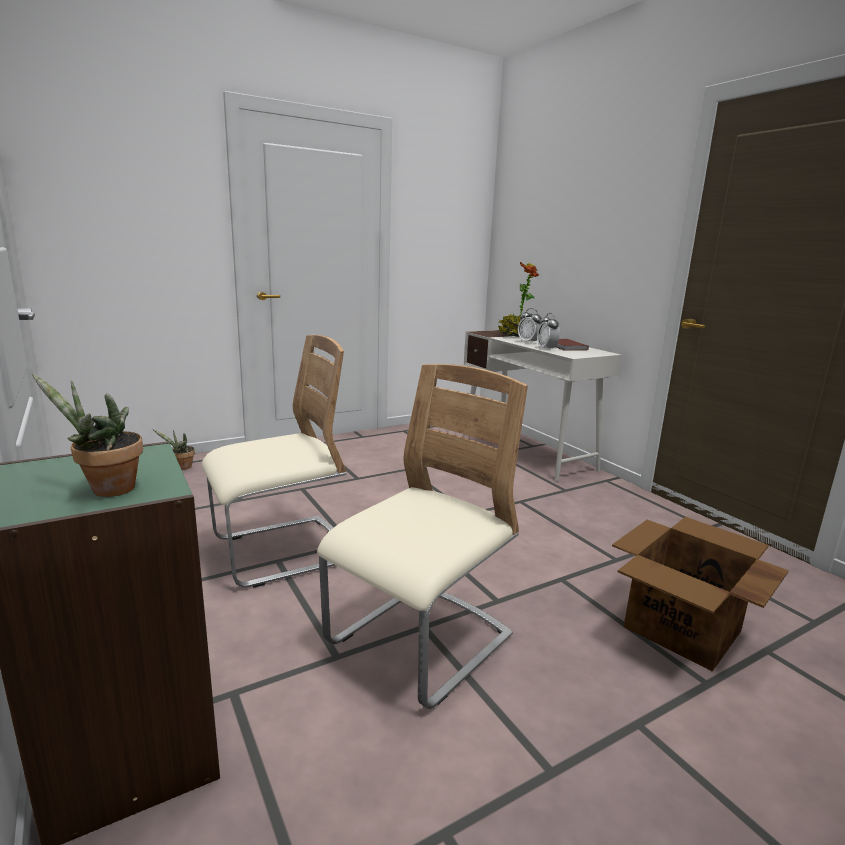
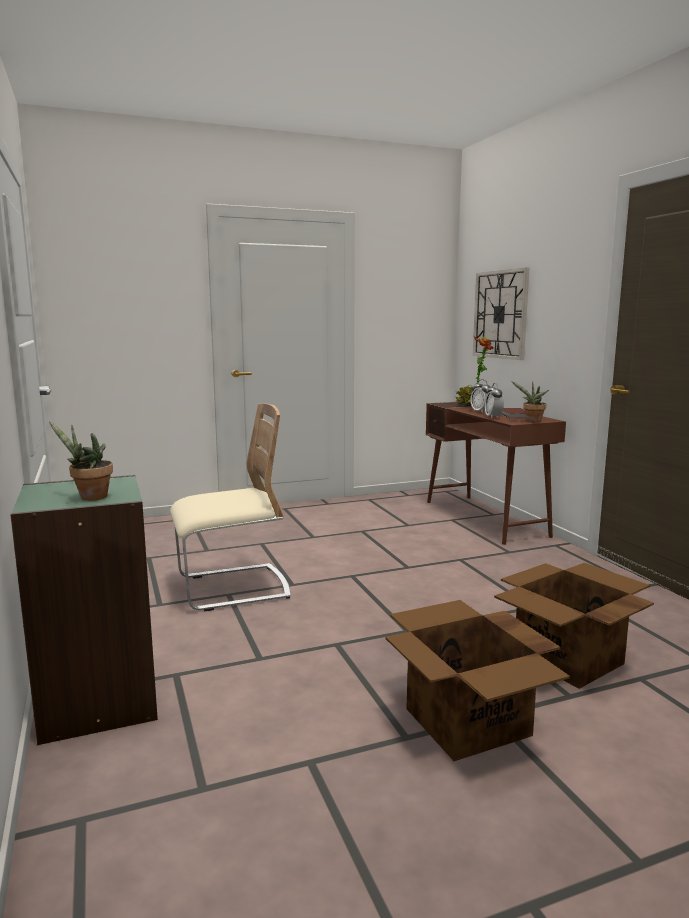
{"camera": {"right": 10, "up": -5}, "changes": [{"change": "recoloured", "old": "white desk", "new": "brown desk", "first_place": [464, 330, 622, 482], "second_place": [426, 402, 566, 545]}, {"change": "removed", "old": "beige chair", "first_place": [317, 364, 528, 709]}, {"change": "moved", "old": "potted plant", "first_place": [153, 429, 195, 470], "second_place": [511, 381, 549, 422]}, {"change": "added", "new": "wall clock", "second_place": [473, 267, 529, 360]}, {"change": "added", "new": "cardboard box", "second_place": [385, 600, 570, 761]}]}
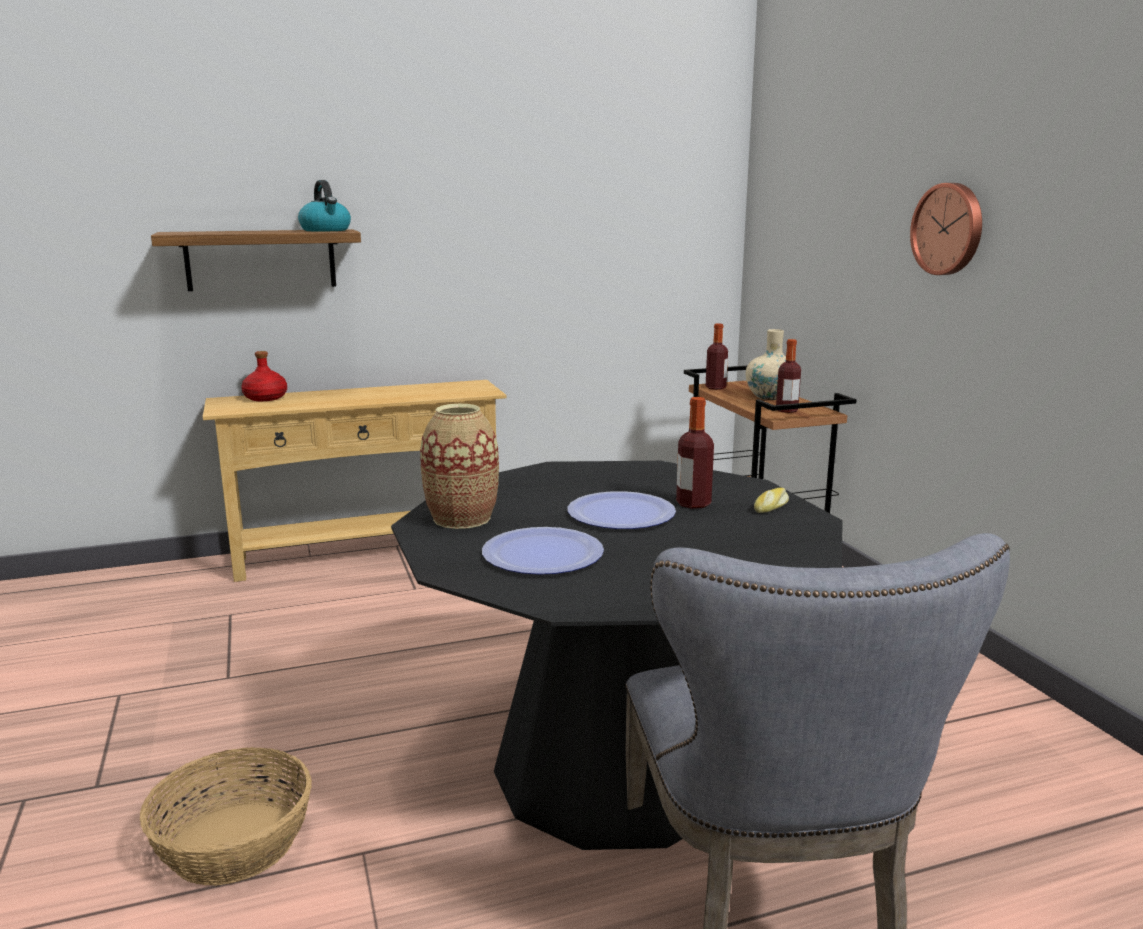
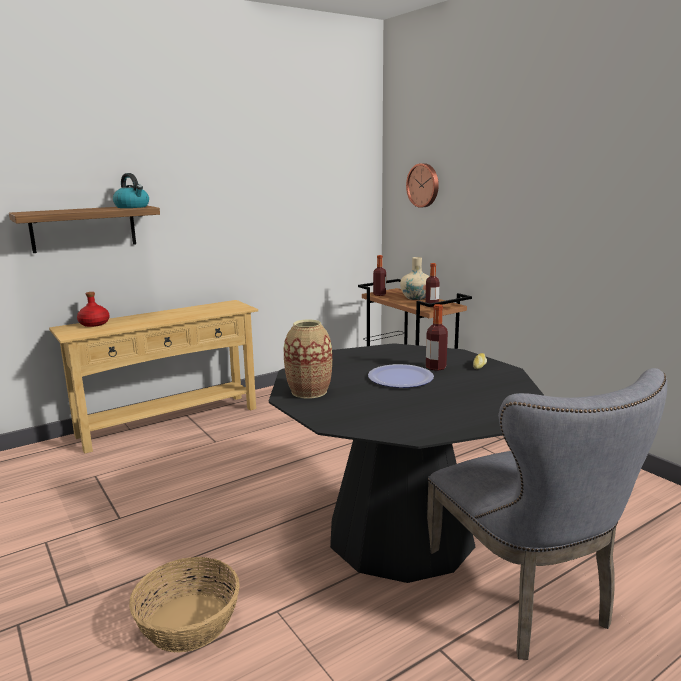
{"camera": {"right": -15, "up": 0}, "changes": [{"change": "moved", "old": "wall clock", "first_place": [910, 183, 982, 275], "second_place": [406, 163, 439, 208]}, {"change": "removed", "old": "plate", "first_place": [482, 527, 604, 575]}]}
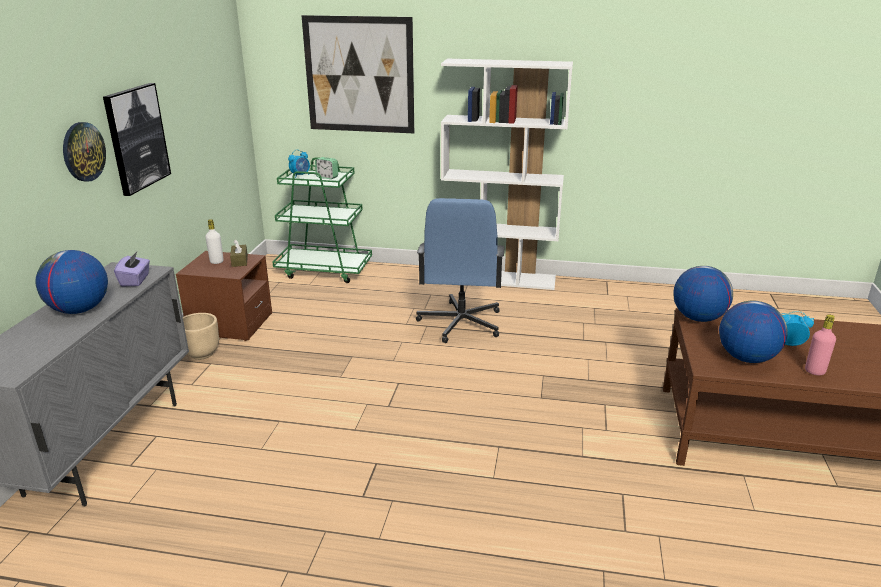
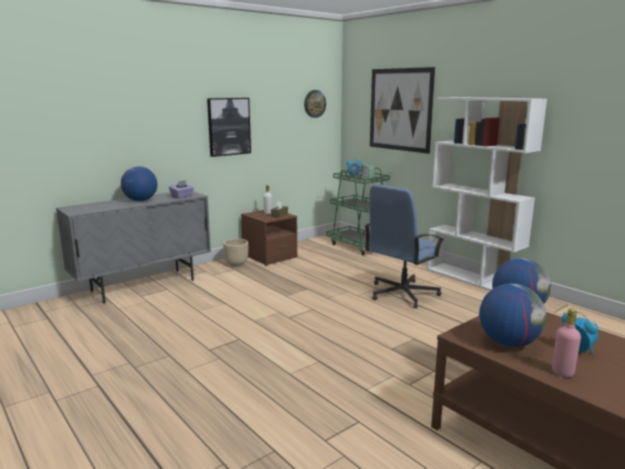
{"camera": {"right": 40, "up": -10}, "changes": [{"change": "moved", "old": "wall clock", "first_place": [63, 122, 106, 182], "second_place": [304, 90, 326, 118]}]}
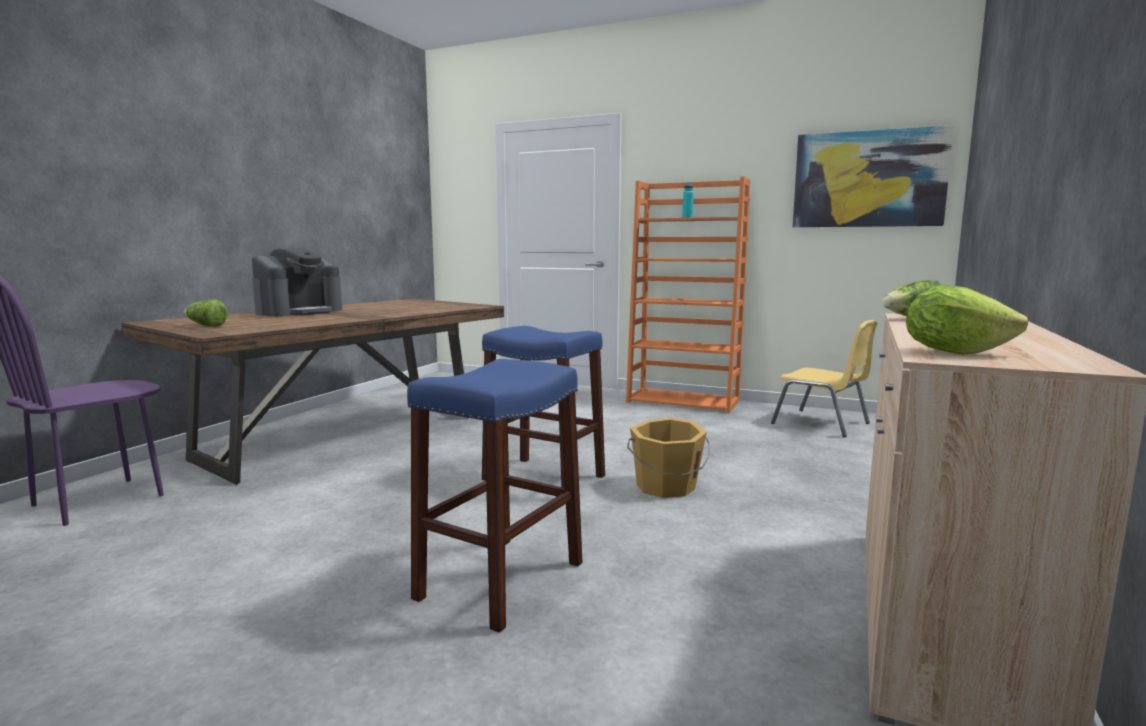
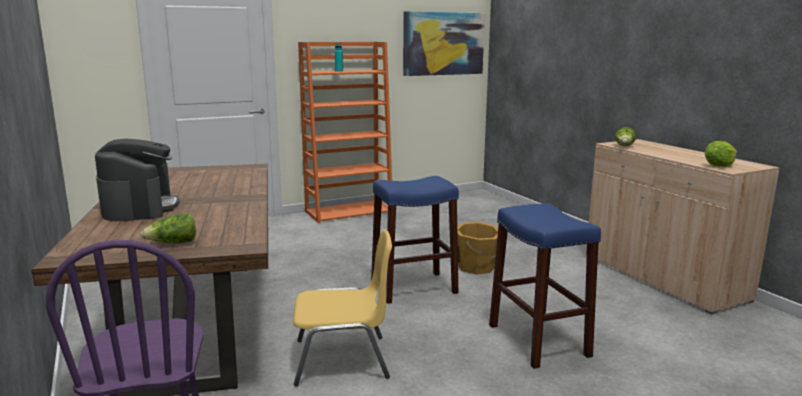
{"camera": {"right": -50, "up": 5}, "changes": [{"change": "moved", "old": "yellow chair", "first_place": [771, 320, 878, 437], "second_place": [293, 230, 392, 386]}]}
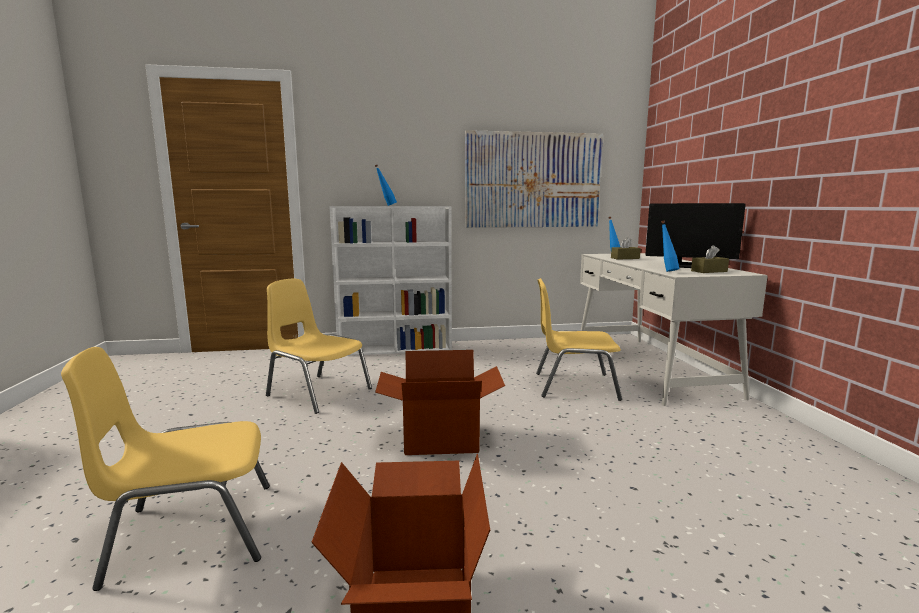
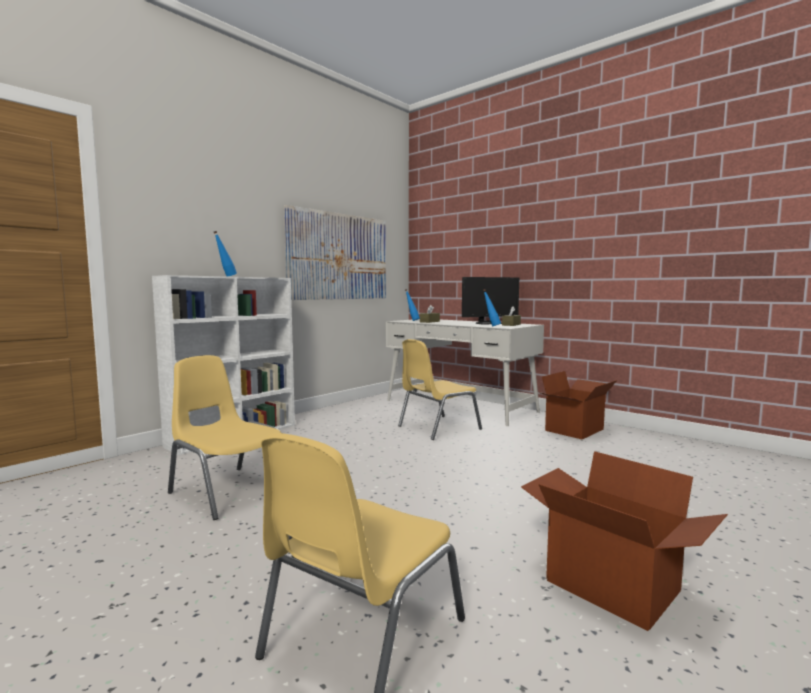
{"camera": {"right": -40, "up": -5}, "changes": [{"change": "turned", "old": "yellow chair", "first_place": [266, 279, 372, 414], "second_place": [168, 355, 281, 520], "degrees": 45}, {"change": "moved", "old": "cardboard box", "first_place": [375, 350, 505, 455], "second_place": [539, 371, 617, 439]}]}
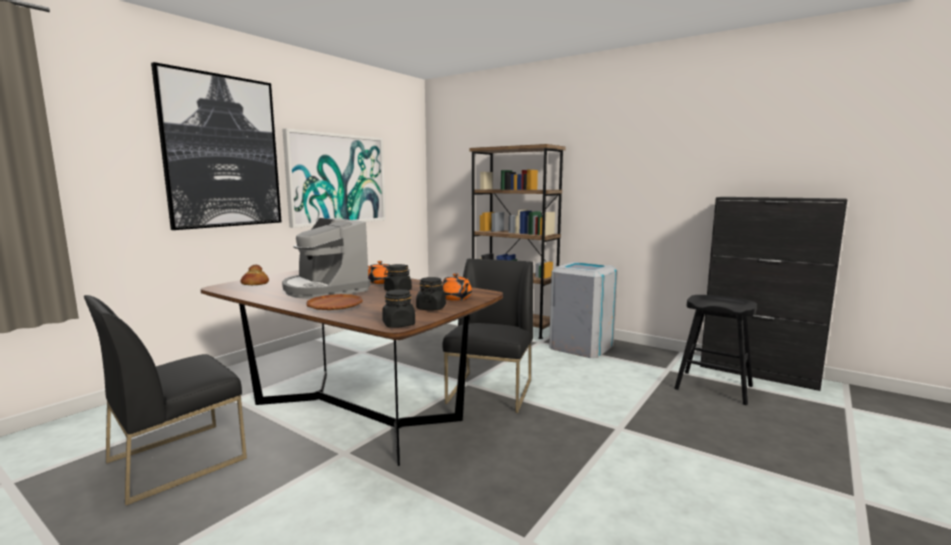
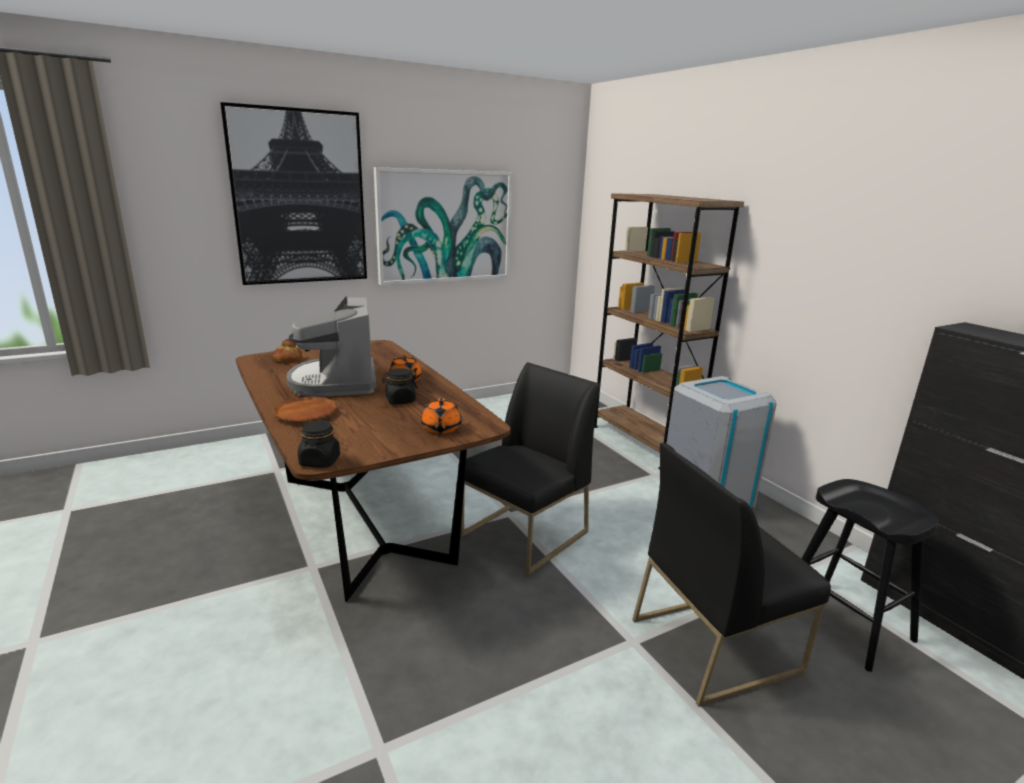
{"camera": {"right": 25, "up": 10}, "changes": [{"change": "removed", "old": "black jar", "first_place": [416, 277, 446, 311]}, {"change": "moved", "old": "black chair", "first_place": [84, 295, 247, 506], "second_place": [632, 443, 831, 707]}]}
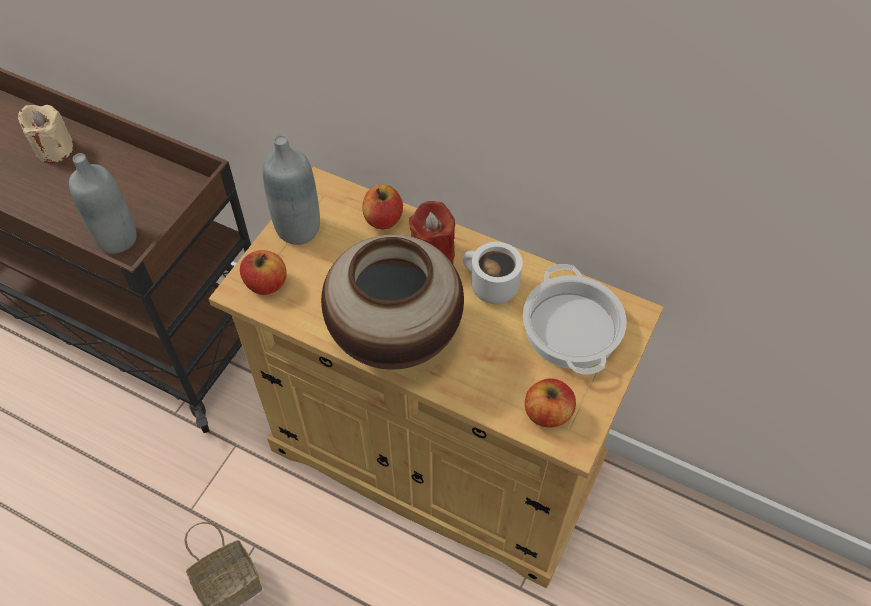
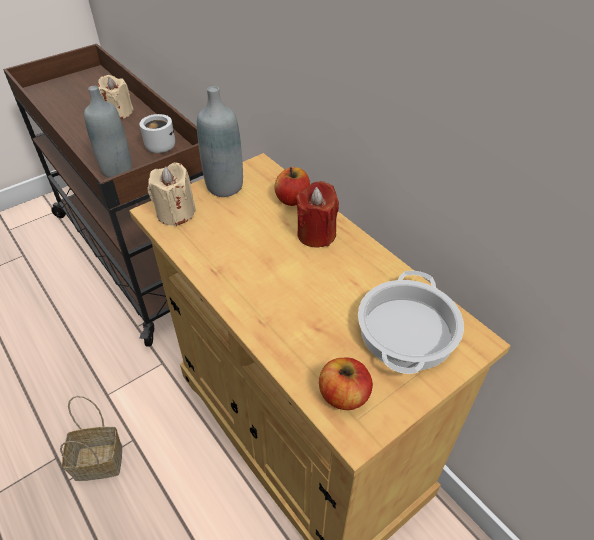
{"camera": {"right": 25, "up": -10}, "changes": [{"change": "removed", "old": "vase", "first_place": [321, 234, 464, 370]}, {"change": "moved", "old": "white mug", "first_place": [463, 242, 523, 304], "second_place": [139, 114, 175, 153]}, {"change": "replaced", "old": "apple", "new": "beige candle", "first_place": [240, 250, 287, 295], "second_place": [148, 162, 196, 226]}]}
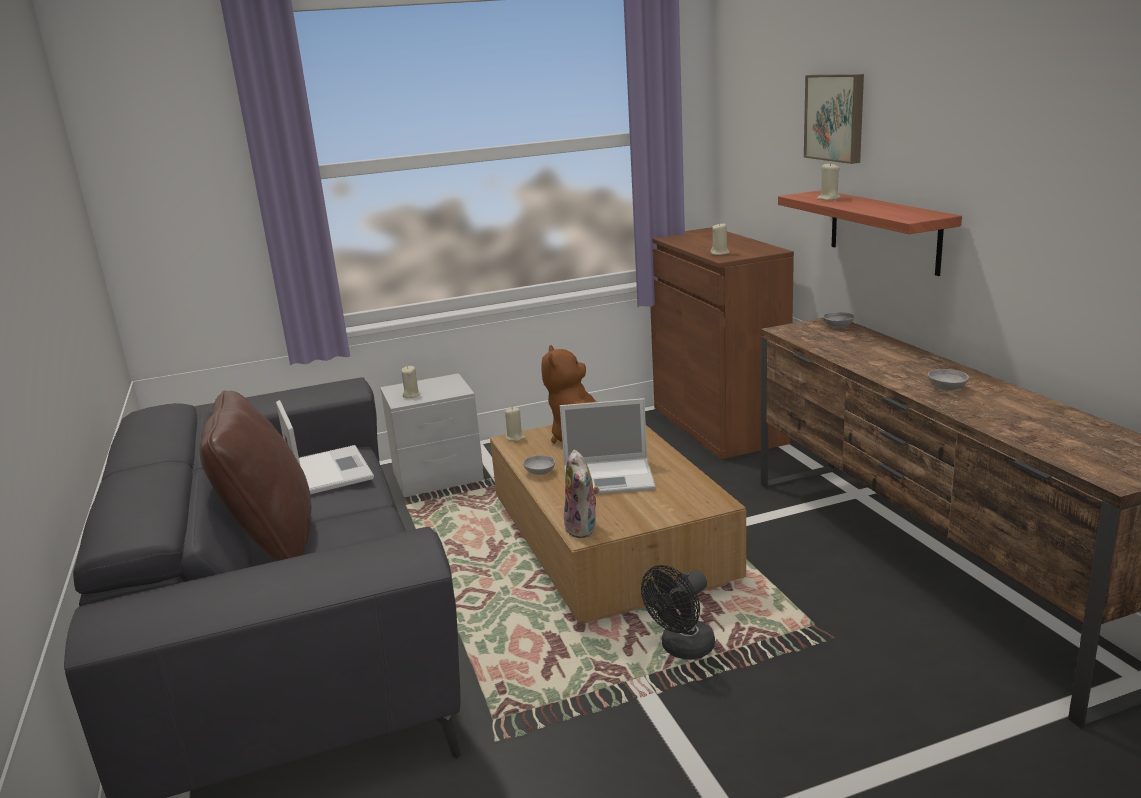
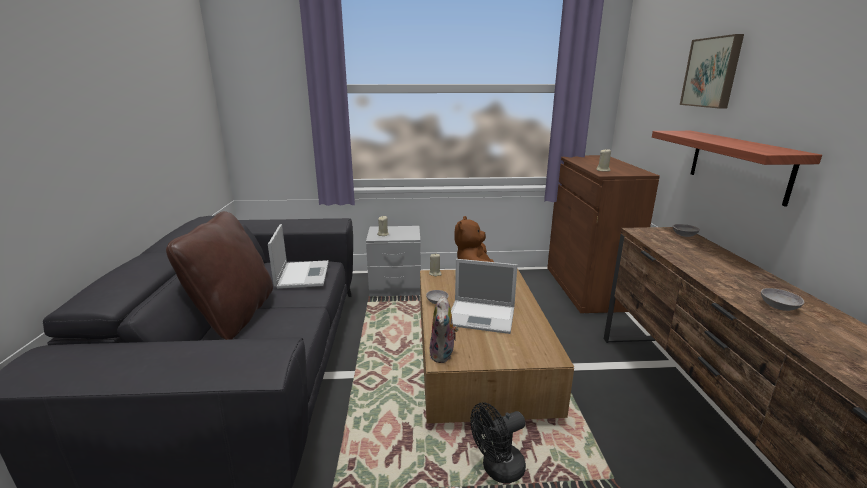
{"camera": {"right": 15, "up": 0}, "changes": [{"change": "removed", "old": "beige candle", "first_place": [817, 163, 841, 200]}]}
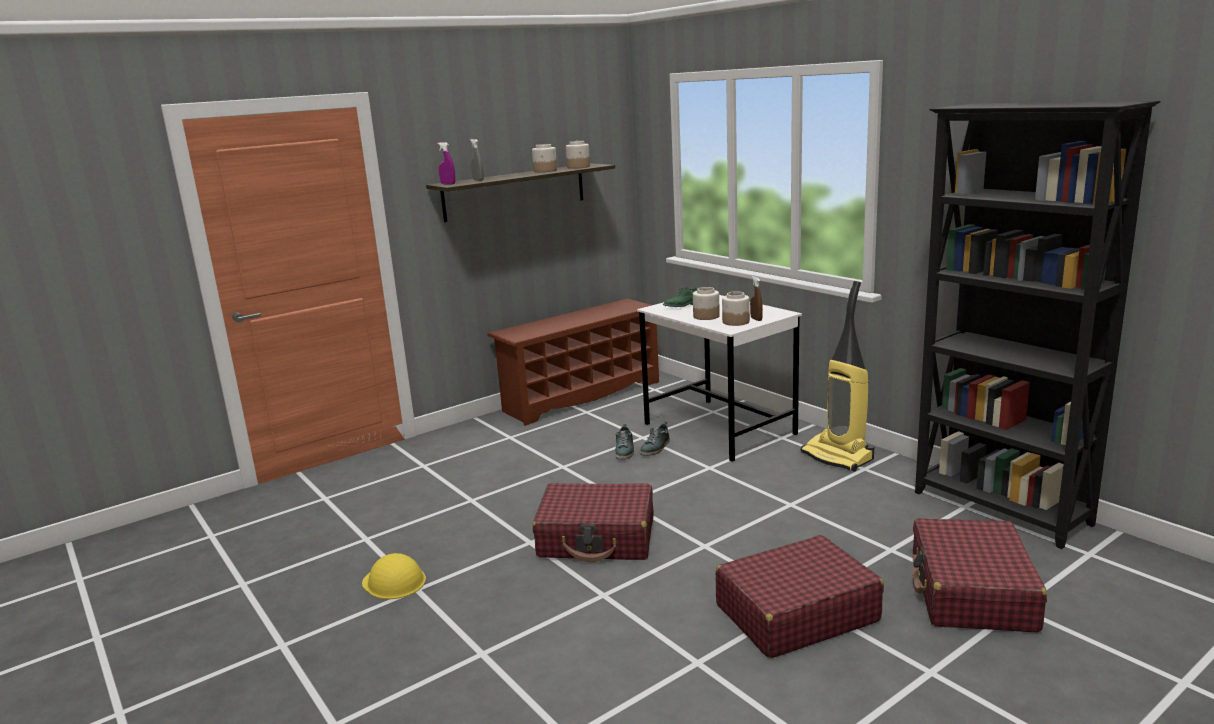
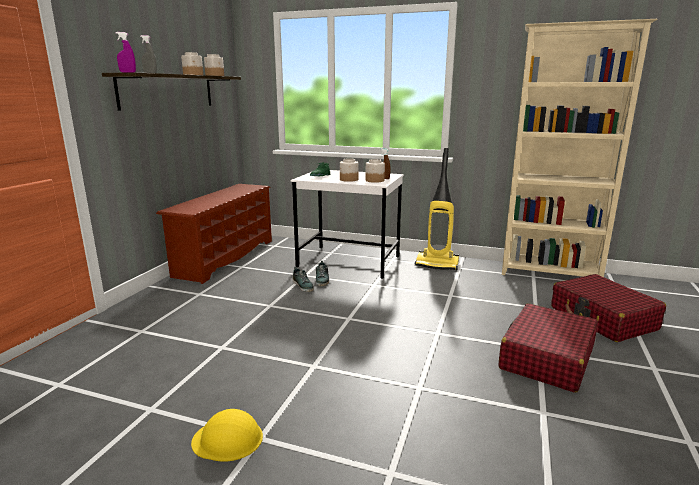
{"camera": {"right": -35, "up": 0}, "changes": [{"change": "recoloured", "old": "black bookcase", "new": "beige bookcase", "first_place": [915, 101, 1161, 549], "second_place": [502, 19, 657, 277]}, {"change": "removed", "old": "red suitcase", "first_place": [532, 483, 653, 562]}]}
